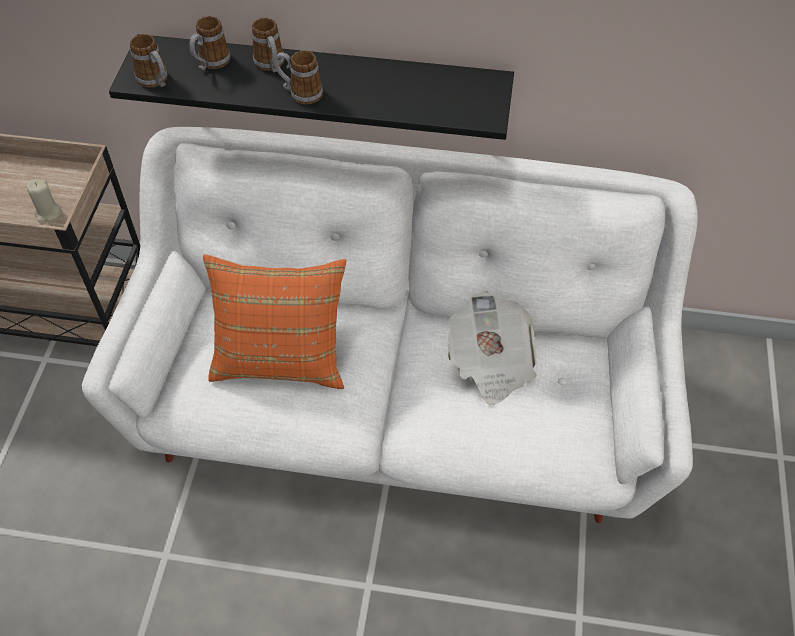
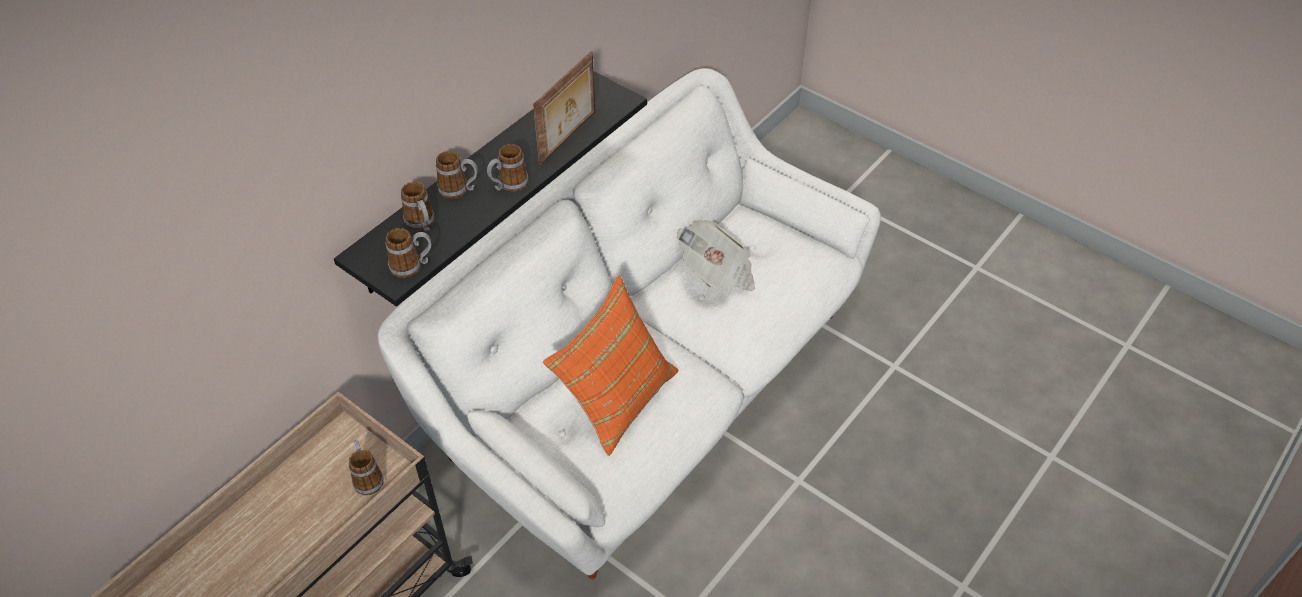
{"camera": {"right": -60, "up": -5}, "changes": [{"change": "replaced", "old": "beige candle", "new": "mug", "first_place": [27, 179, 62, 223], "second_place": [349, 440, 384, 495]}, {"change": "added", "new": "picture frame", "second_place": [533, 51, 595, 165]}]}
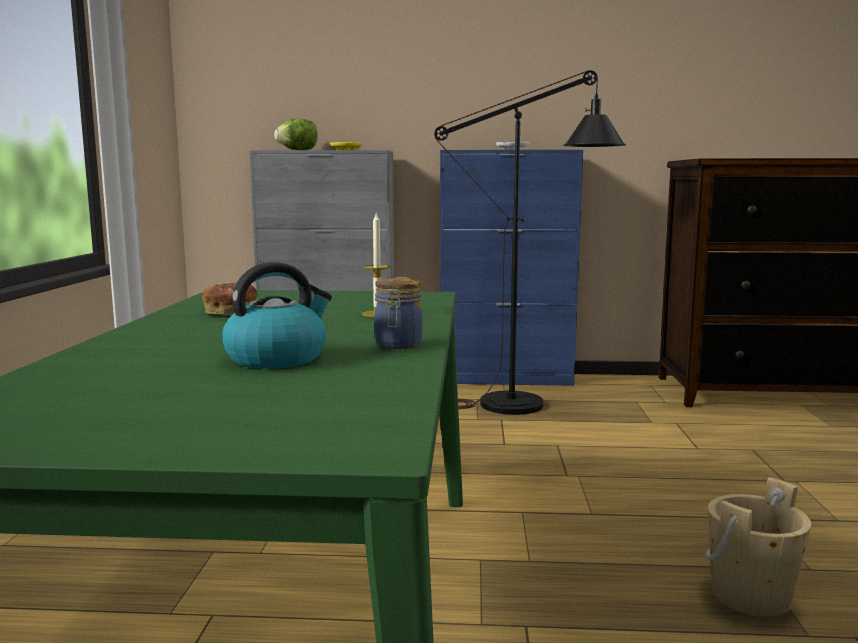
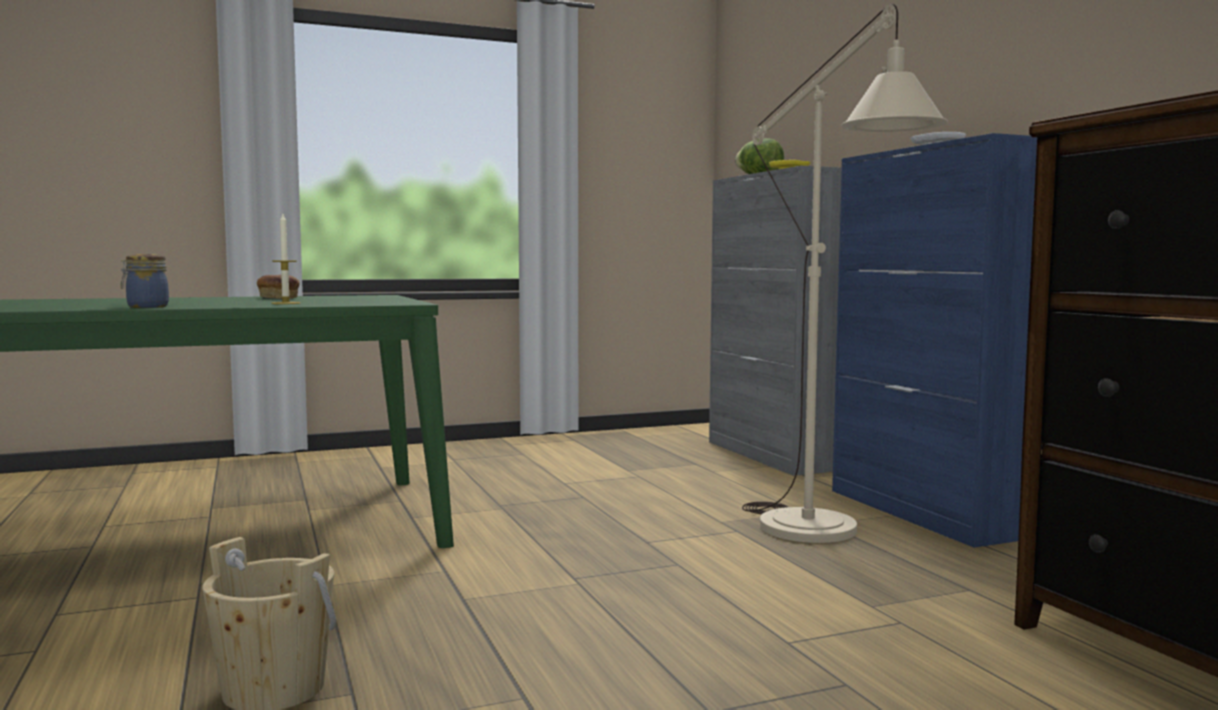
{"camera": {"right": 65, "up": -5}, "changes": [{"change": "recoloured", "old": "black floor lamp", "new": "beige floor lamp", "first_place": [434, 70, 626, 415], "second_place": [742, 4, 948, 543]}, {"change": "removed", "old": "kettle", "first_place": [222, 262, 332, 369]}]}
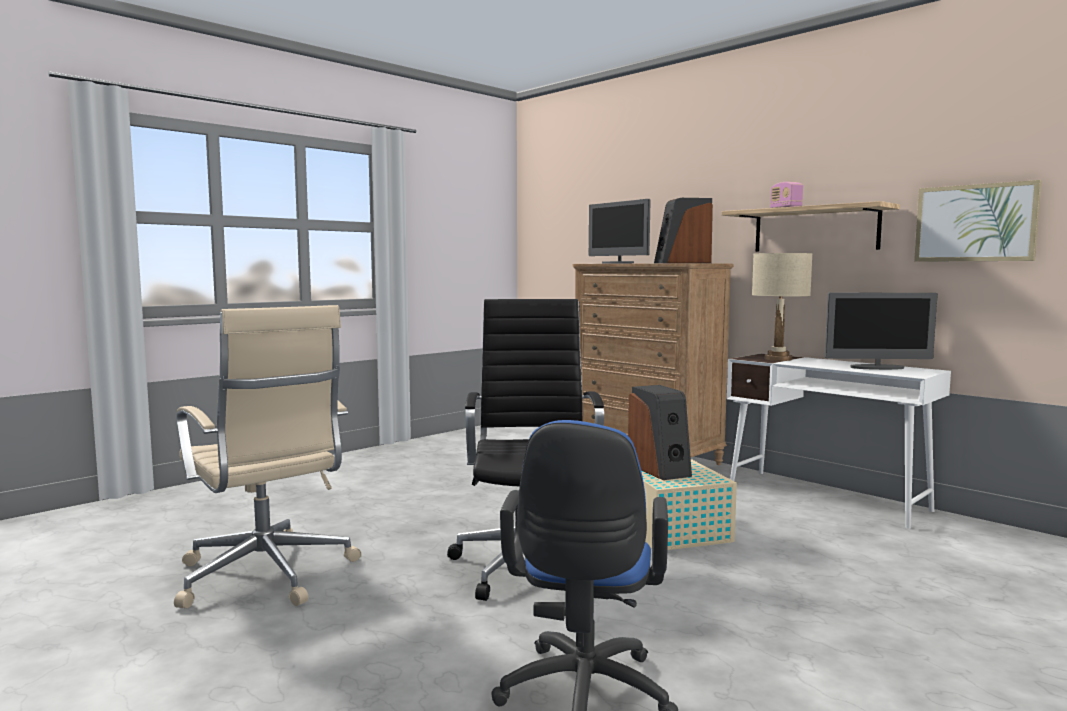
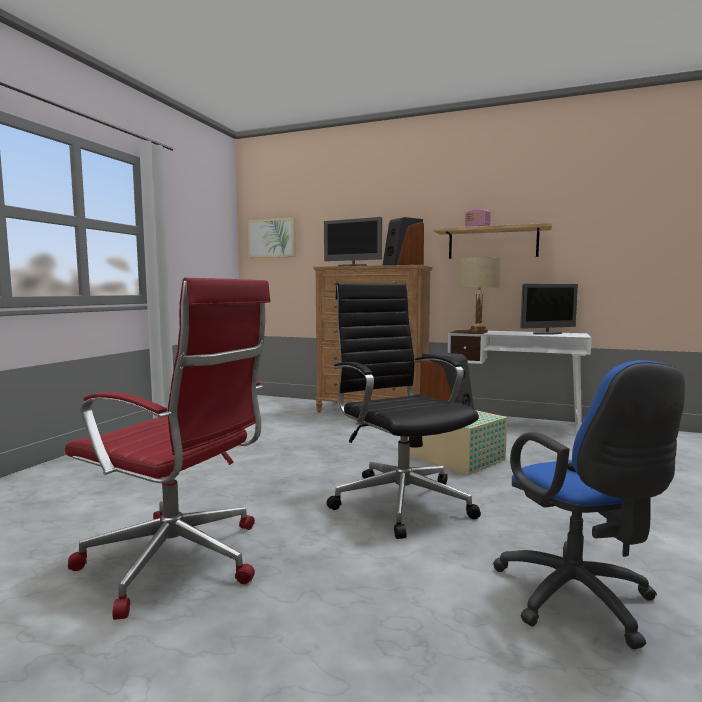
{"camera": {"right": -25, "up": 0}, "changes": [{"change": "moved", "old": "picture", "first_place": [914, 180, 1042, 262], "second_place": [247, 218, 296, 258]}, {"change": "recoloured", "old": "beige office chair", "new": "red office chair", "first_place": [174, 305, 361, 609], "second_place": [65, 278, 271, 620]}]}
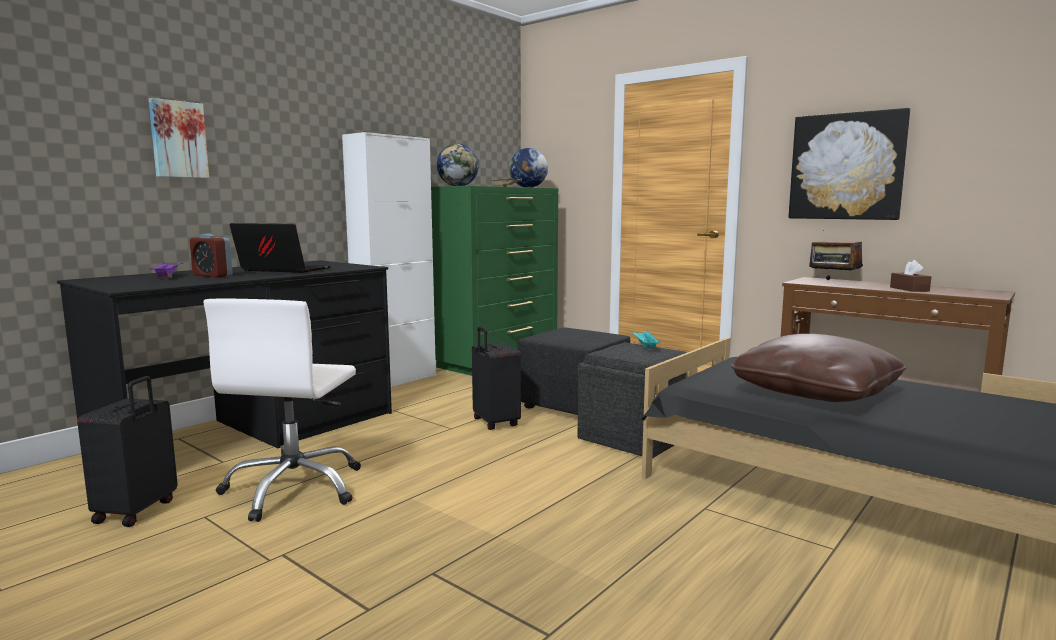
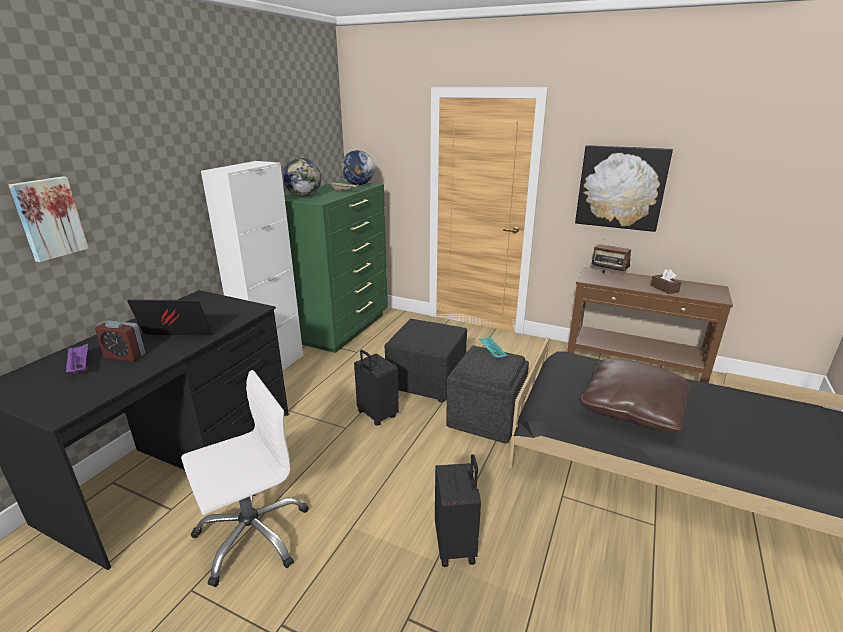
{"camera": {"right": -15, "up": 15}, "changes": [{"change": "turned", "old": "white office chair", "first_place": [204, 299, 361, 522], "second_place": [181, 370, 309, 587], "degrees": -120}, {"change": "moved", "old": "black suitcase", "first_place": [77, 376, 178, 527], "second_place": [435, 454, 481, 567]}]}
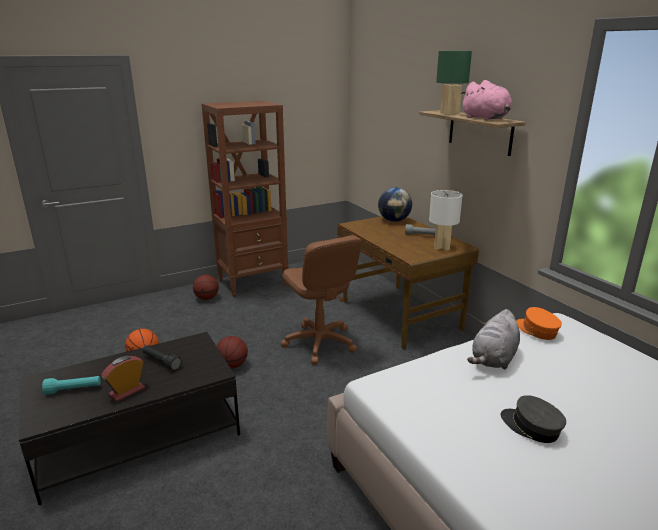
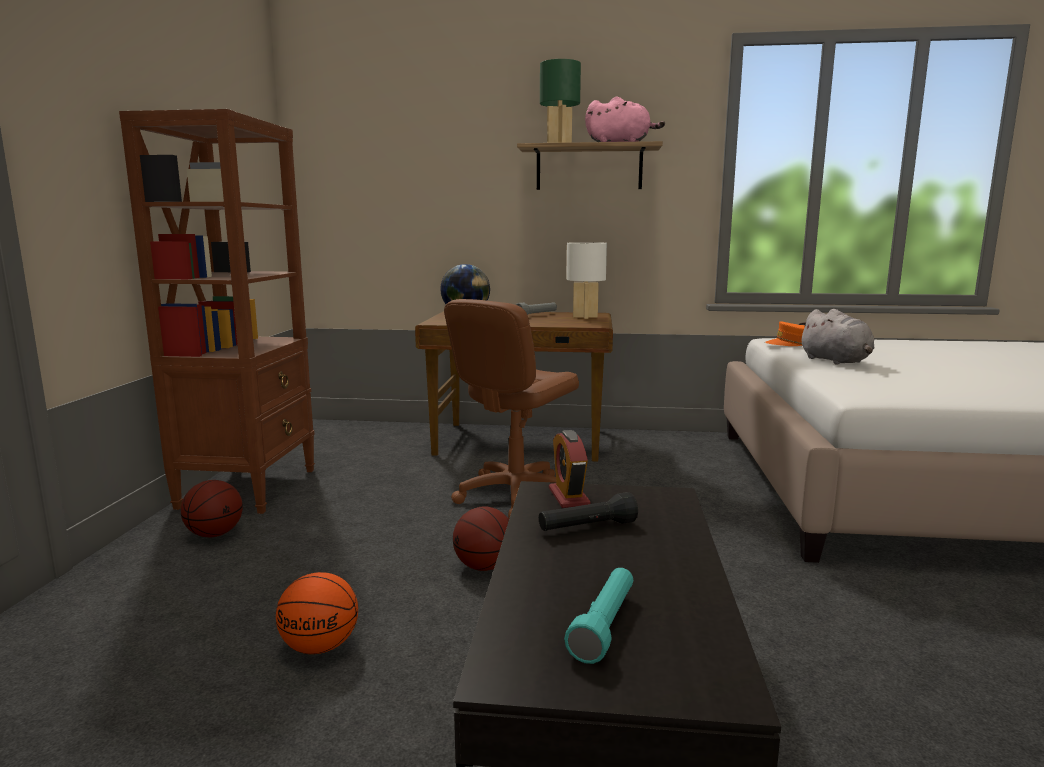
{"camera": {"right": -55, "up": -10}, "changes": [{"change": "turned", "old": "brown office chair", "first_place": [281, 235, 362, 364], "second_place": [444, 299, 579, 518], "degrees": 120}, {"change": "moved", "old": "alarm clock", "first_place": [101, 356, 145, 402], "second_place": [549, 430, 590, 508]}, {"change": "removed", "old": "grey cap", "first_place": [501, 395, 566, 443]}]}
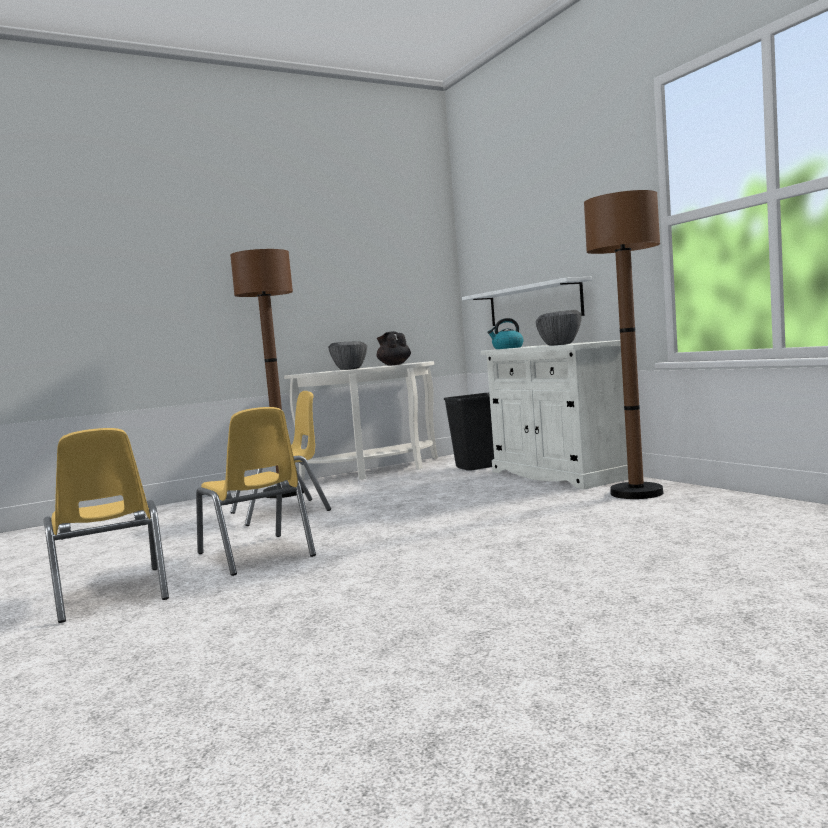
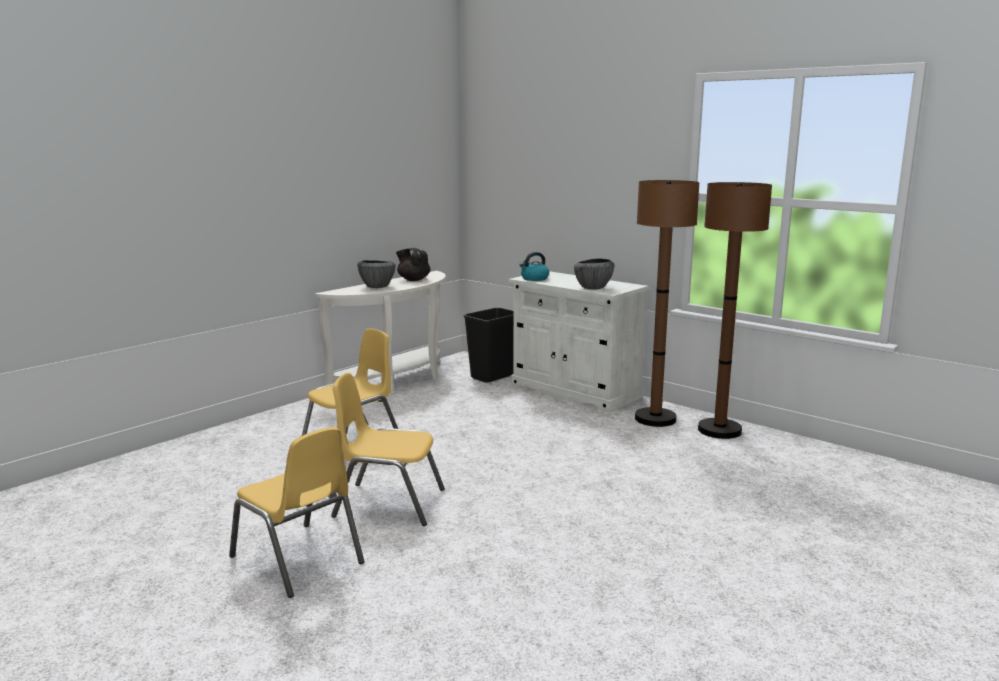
{"camera": {"right": -20, "up": 10}, "changes": [{"change": "moved", "old": "brown floor lamp", "first_place": [230, 249, 304, 498], "second_place": [698, 182, 772, 439]}, {"change": "removed", "old": "white shelf", "first_place": [462, 277, 592, 326]}, {"change": "turned", "old": "yellow chair", "first_place": [196, 407, 316, 576], "second_place": [331, 373, 445, 526], "degrees": 150}]}
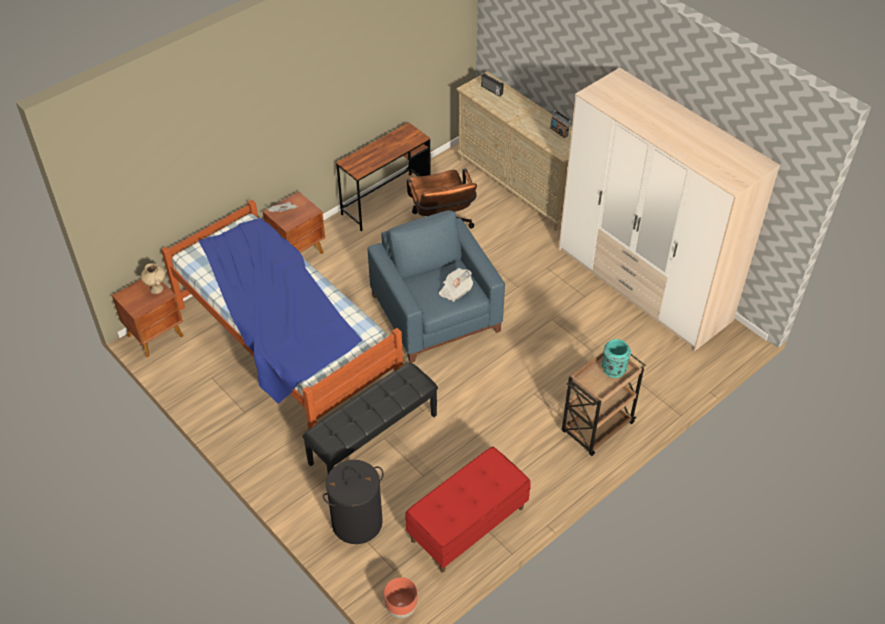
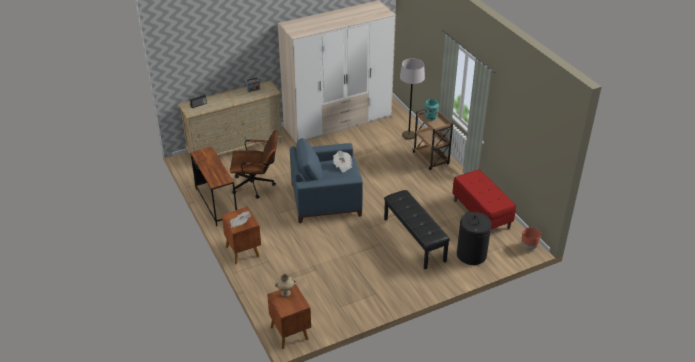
{"camera": {"right": -75, "up": -10}, "changes": [{"change": "removed", "old": "bed", "first_place": [161, 200, 403, 430]}, {"change": "added", "new": "grey floor lamp", "second_place": [400, 58, 425, 140]}]}
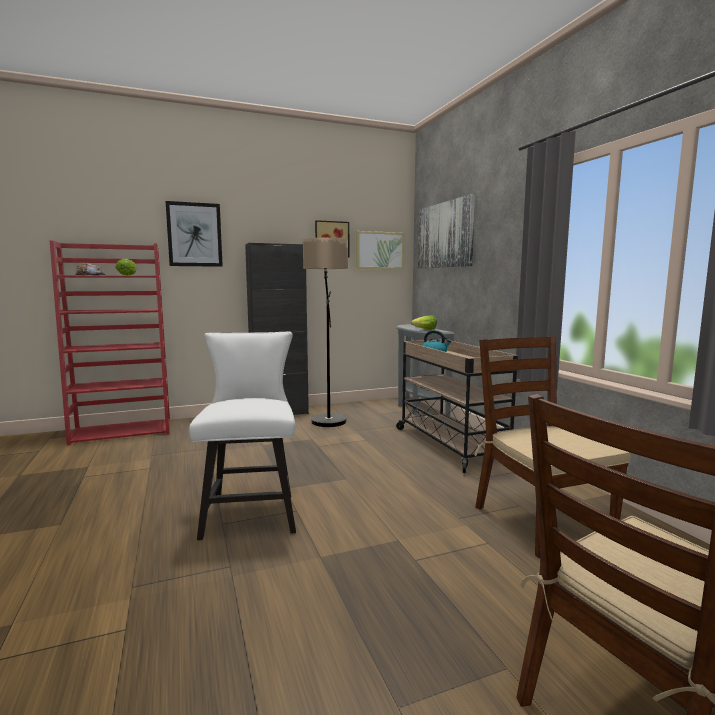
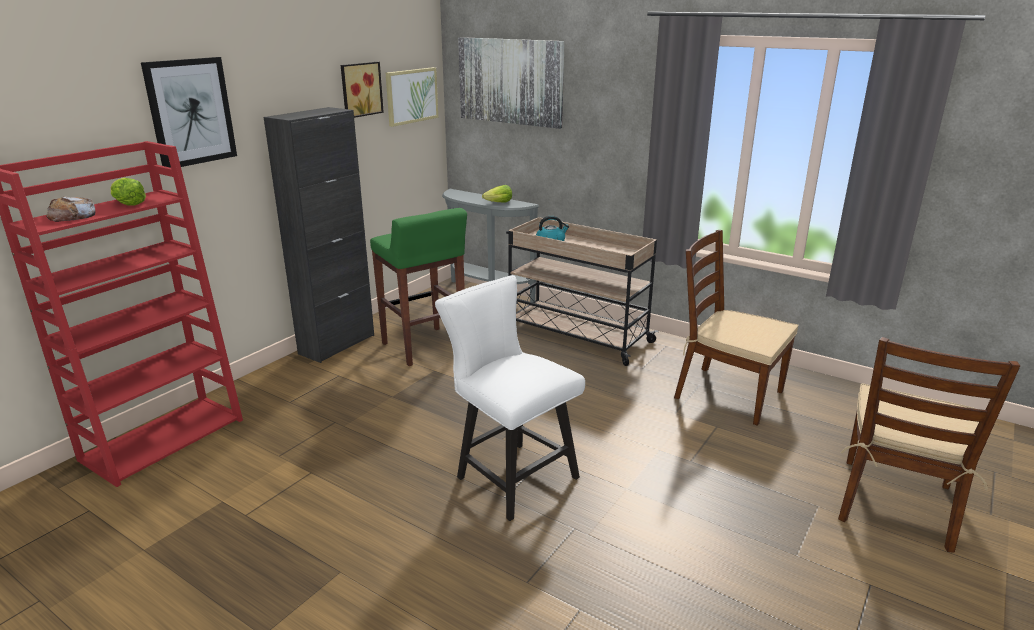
{"camera": {"right": -35, "up": 15}, "changes": [{"change": "replaced", "old": "floor lamp", "new": "green stool", "first_place": [303, 238, 348, 427], "second_place": [370, 208, 467, 366]}]}
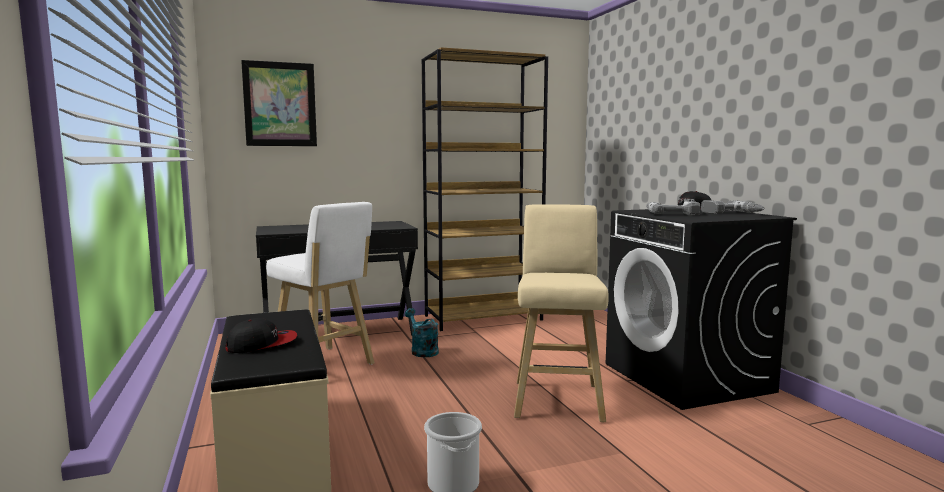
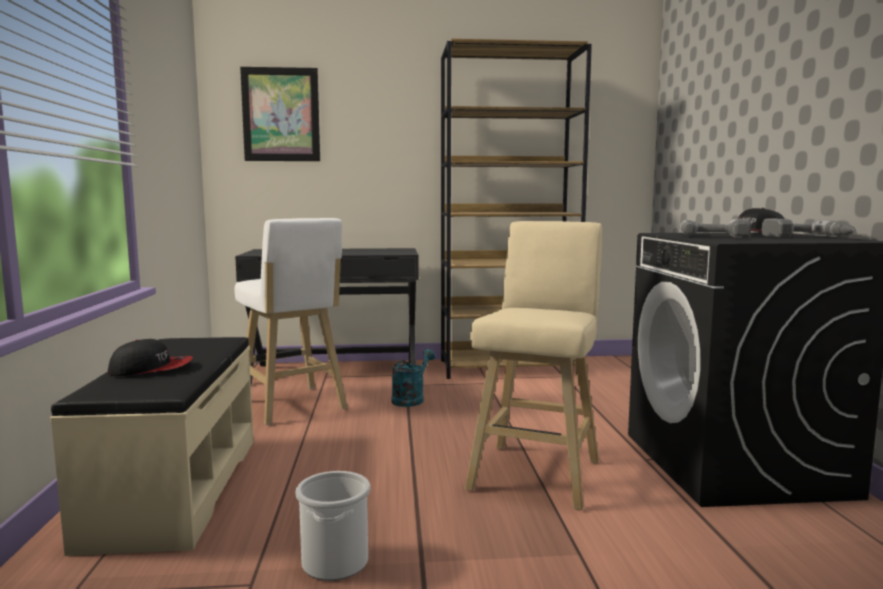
{"camera": {"right": 15, "up": 0}, "changes": [{"change": "turned", "old": "turquoise watering can", "first_place": [405, 308, 439, 357], "second_place": [391, 349, 436, 407], "degrees": 45}]}
